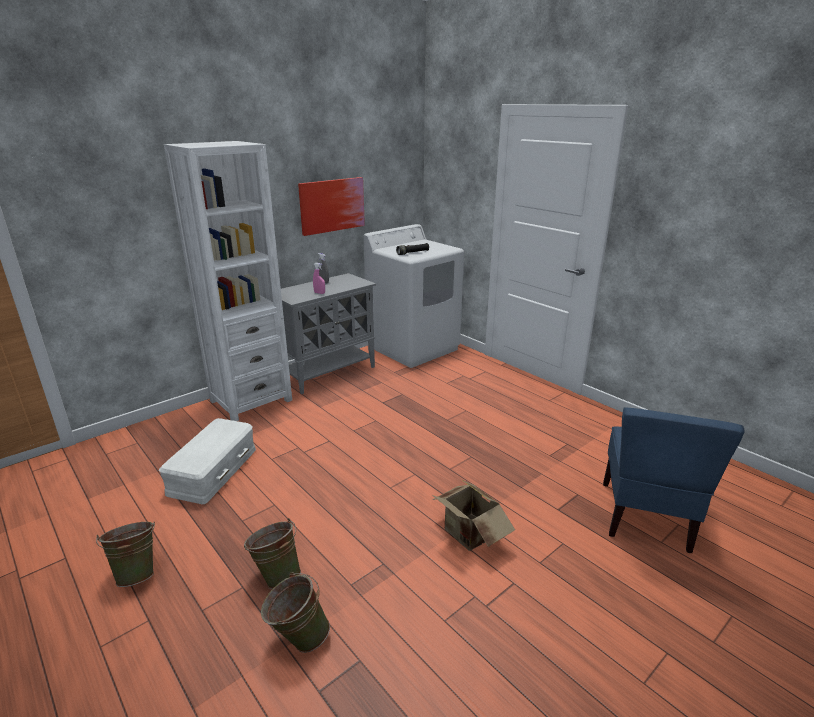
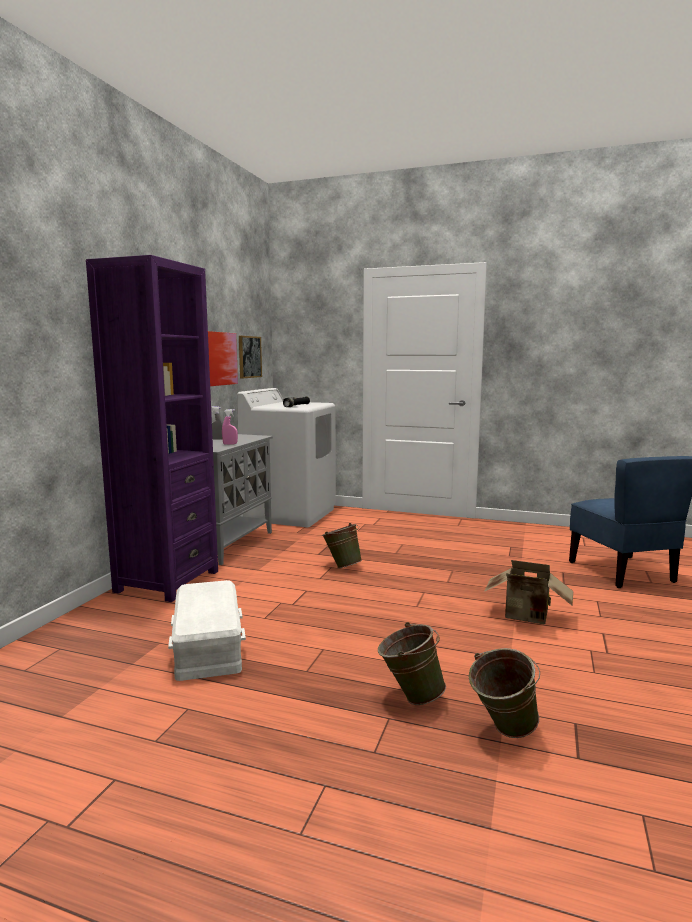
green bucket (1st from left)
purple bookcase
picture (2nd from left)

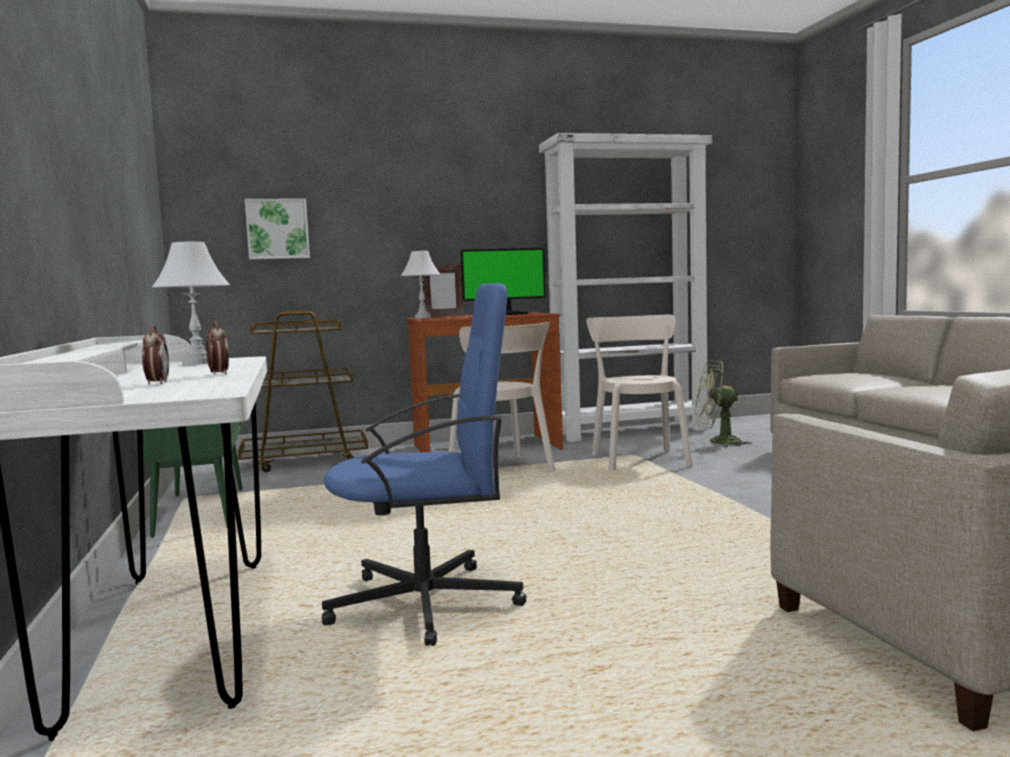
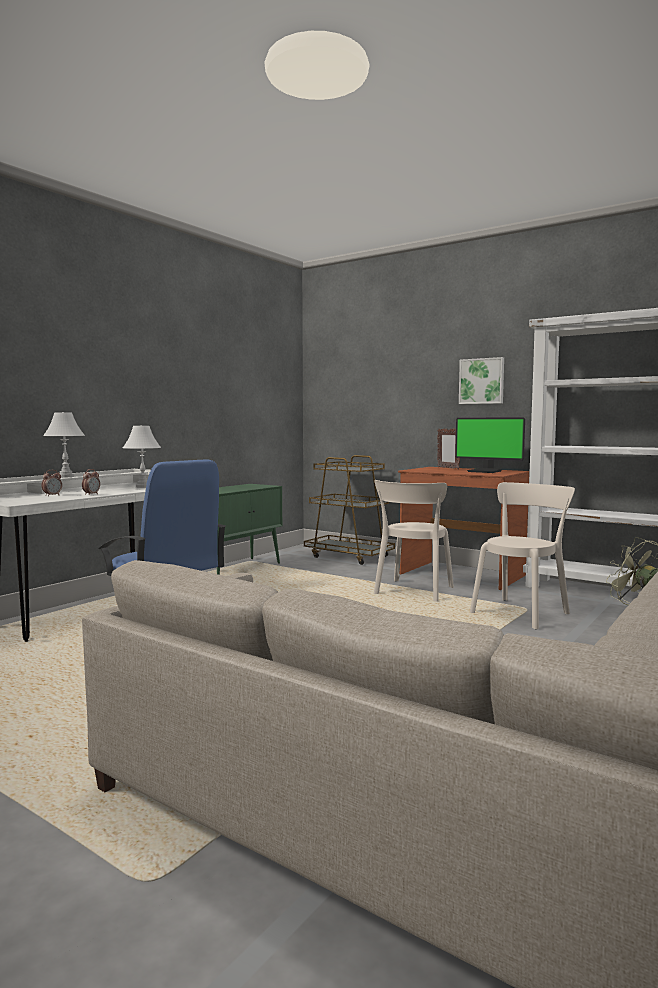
picture
white table lamp (1st from left)

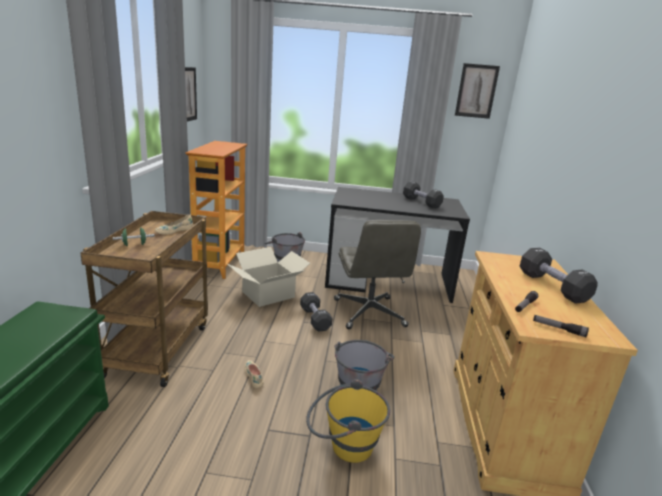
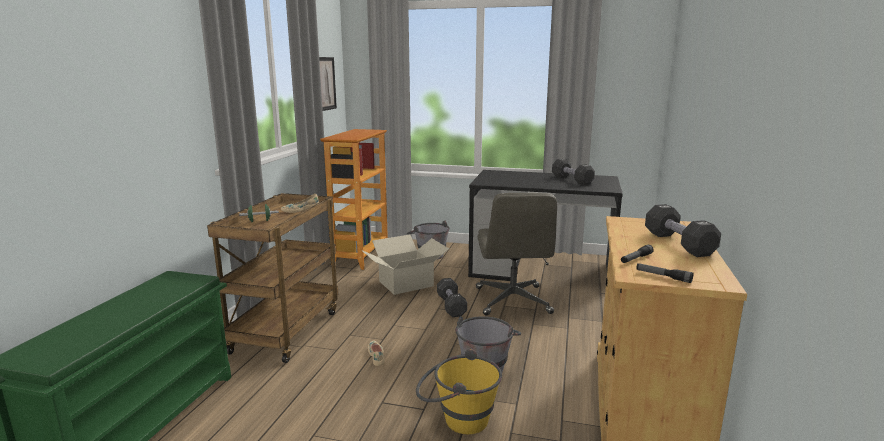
picture (2nd from left in the first image)

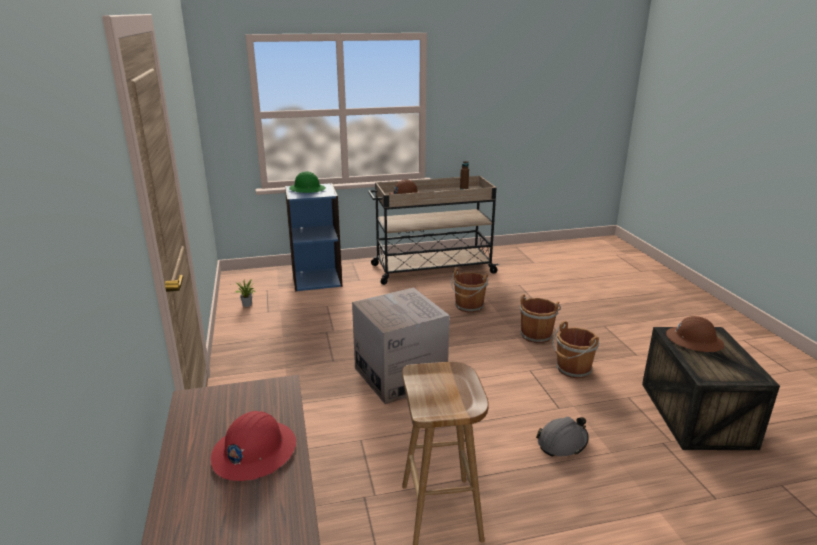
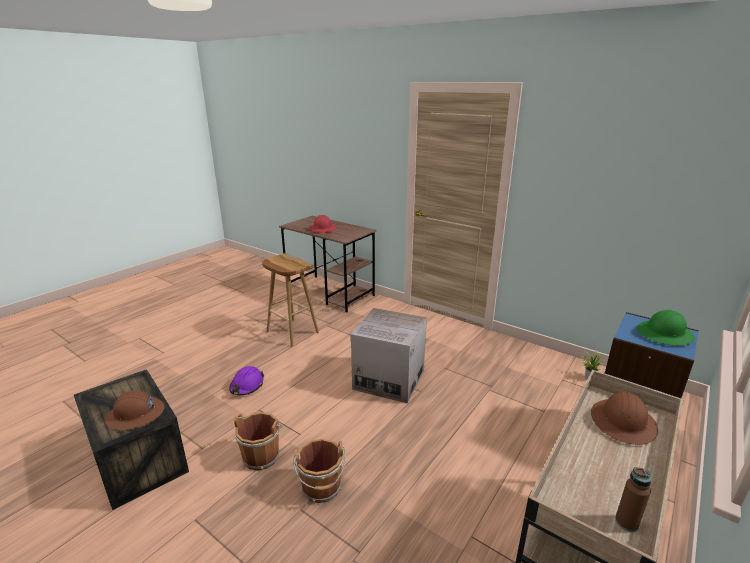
brown bucket (1st from left in the first image)
purple hard hat

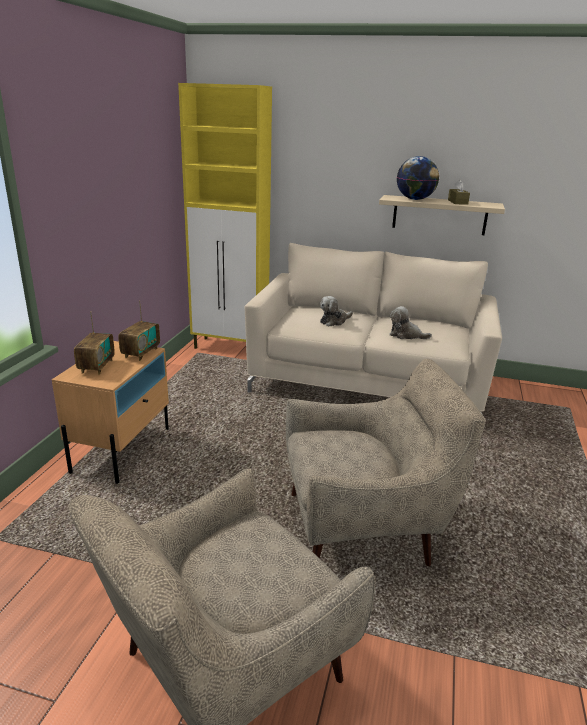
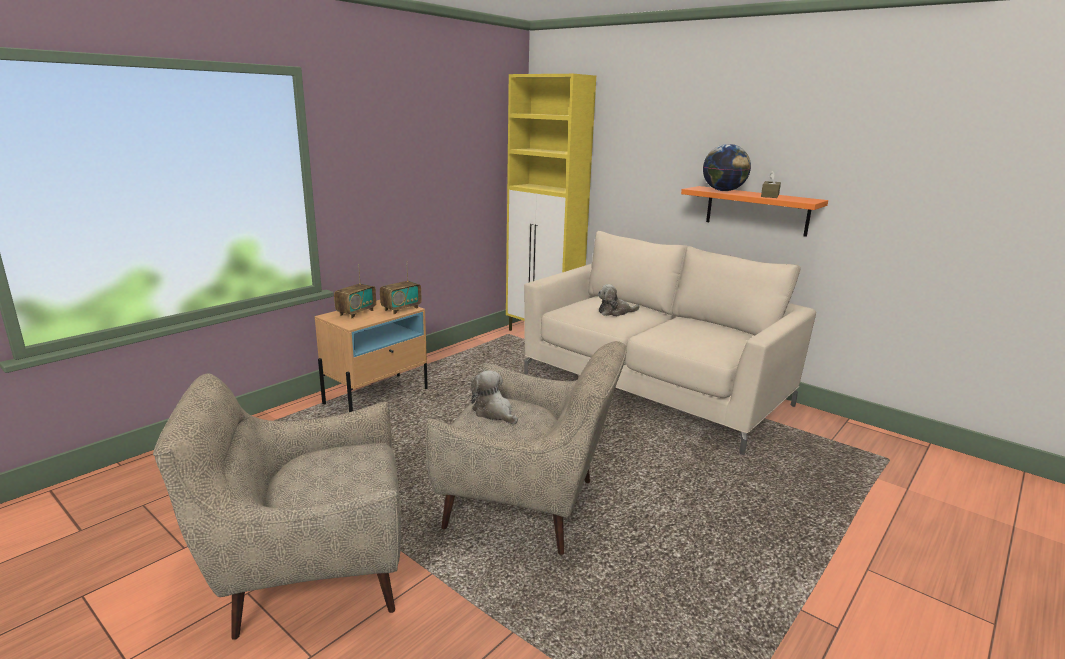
orange shelf
plush toy (1st from left)

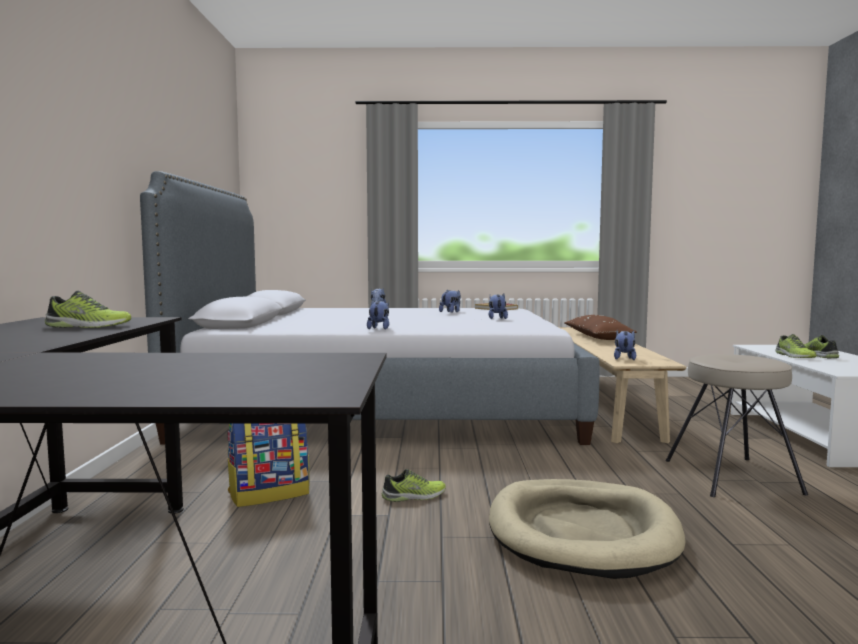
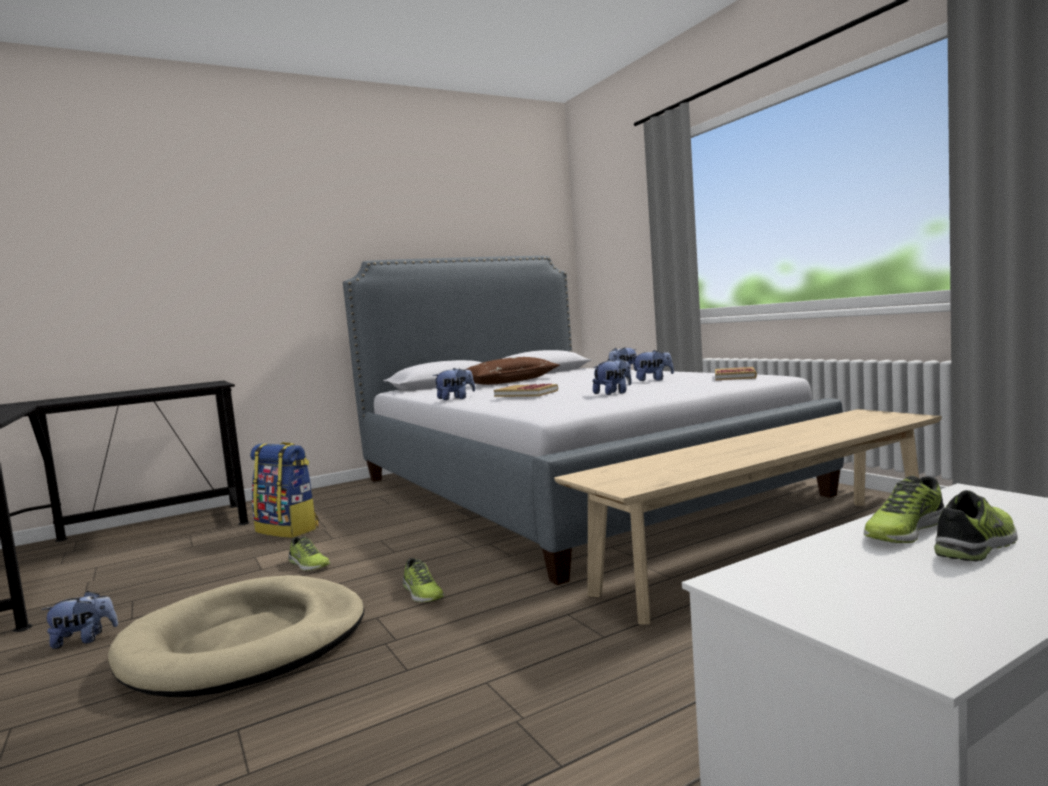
shoe (2nd from left)
brown pillow
plush toy (1st from left)
beige stool
book (1st from left)

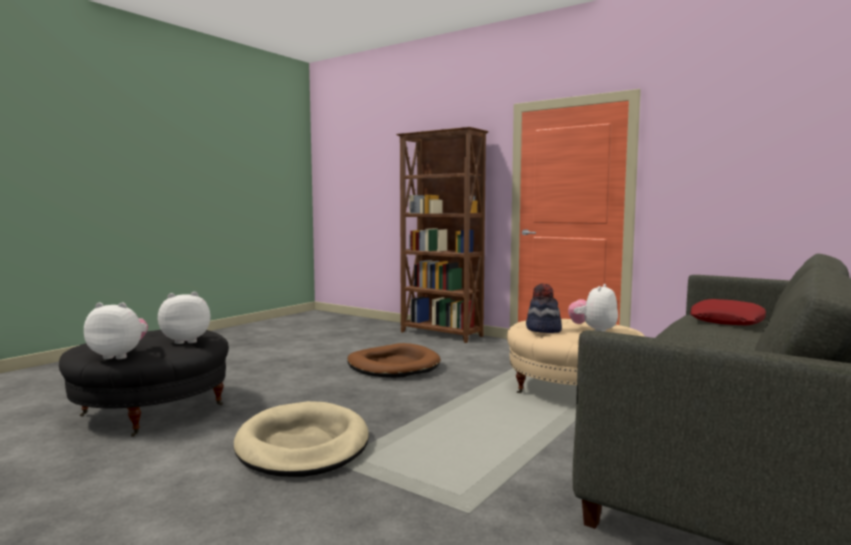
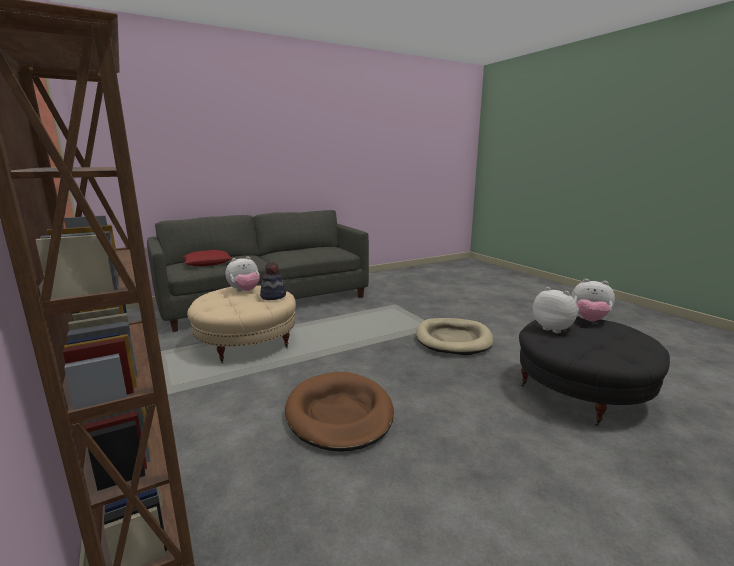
plush toy (2nd from left)

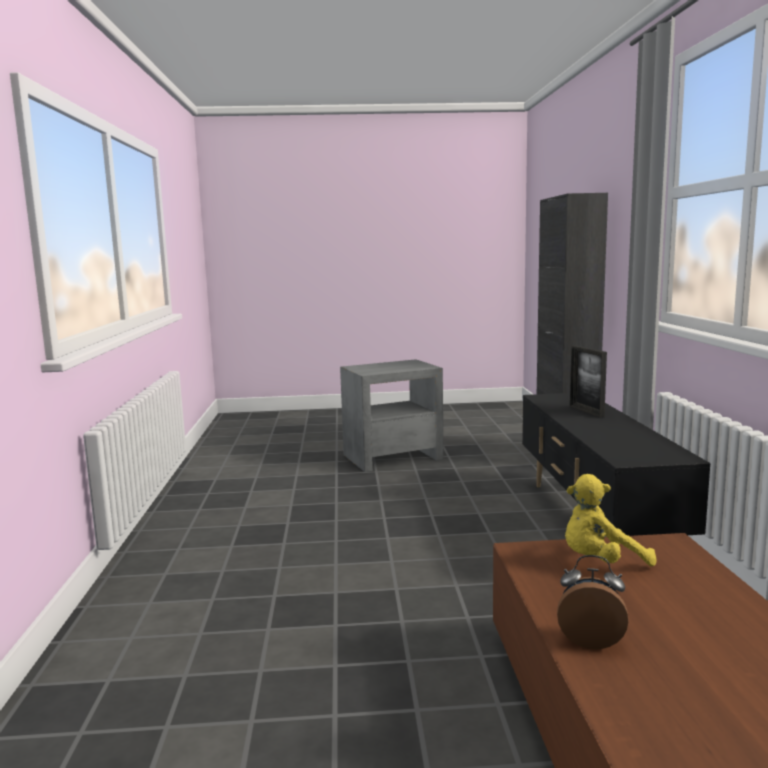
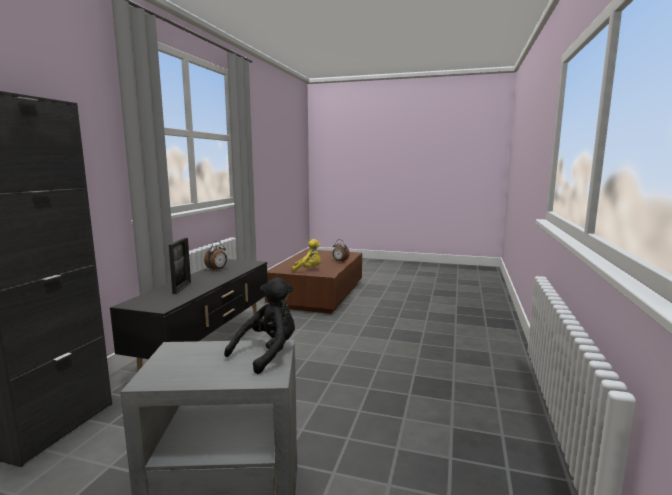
alarm clock (1st from left)
black plush toy

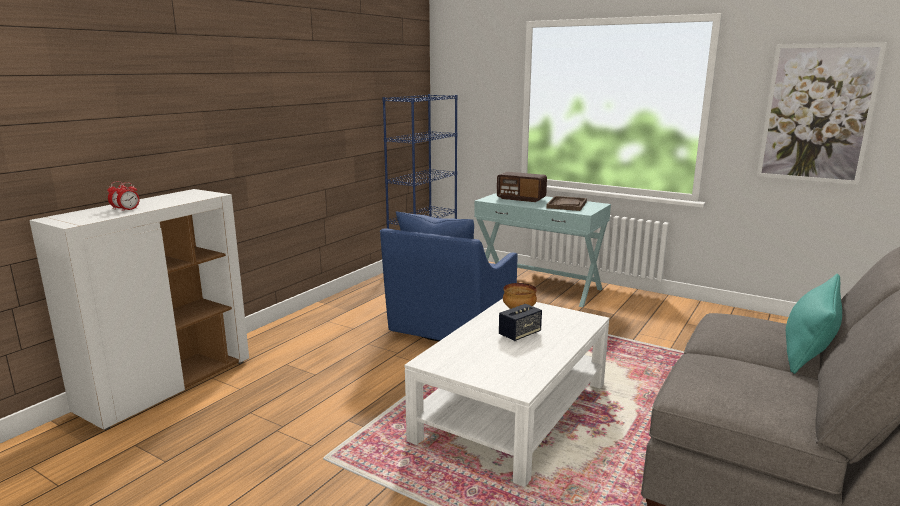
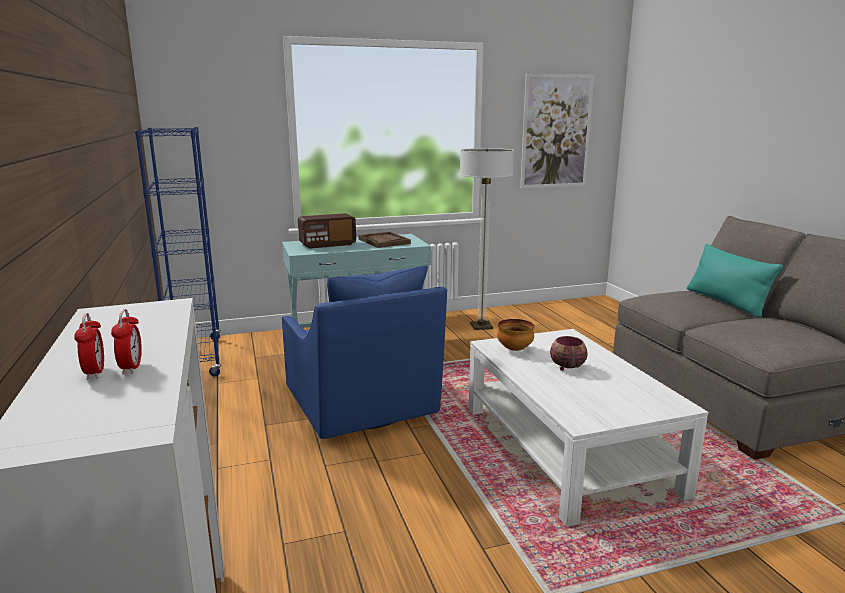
bowl (2nd from left)
floor lamp

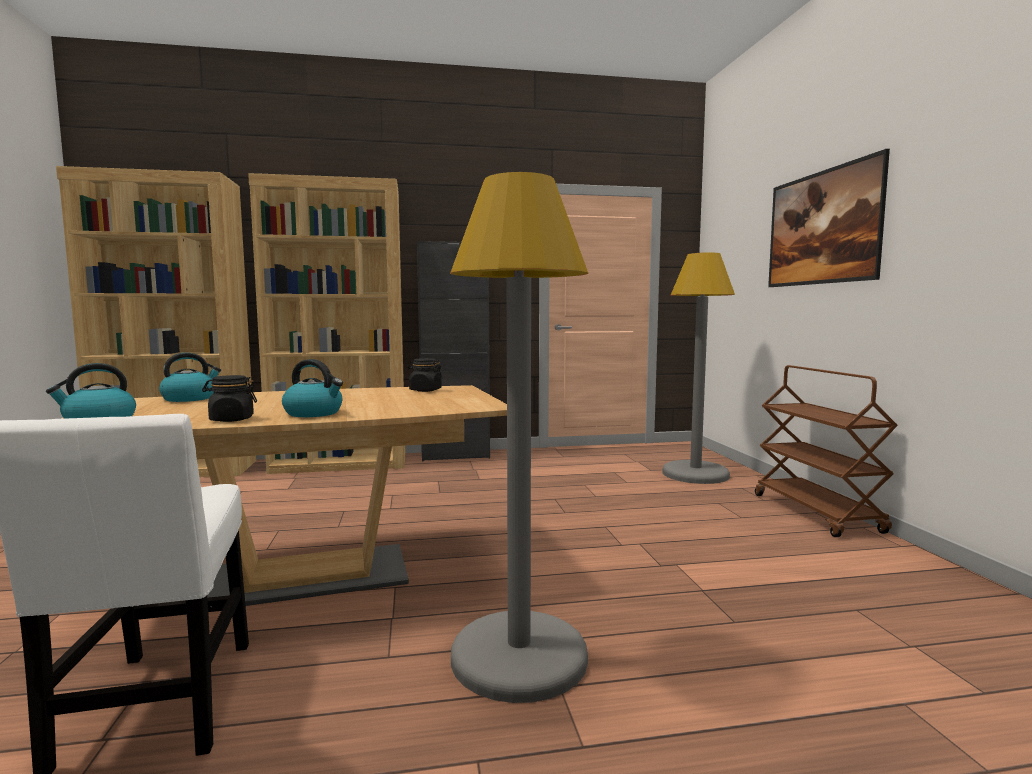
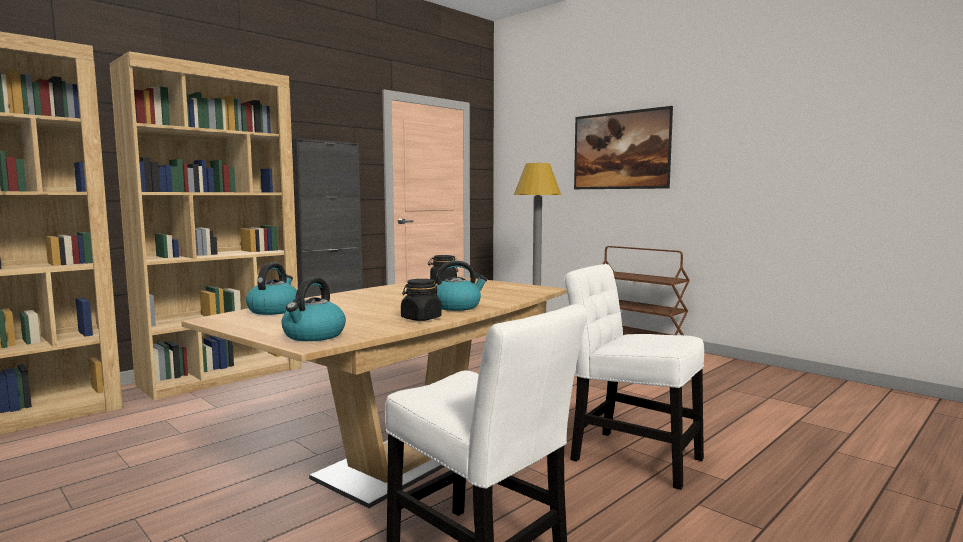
white chair (2nd from left)

